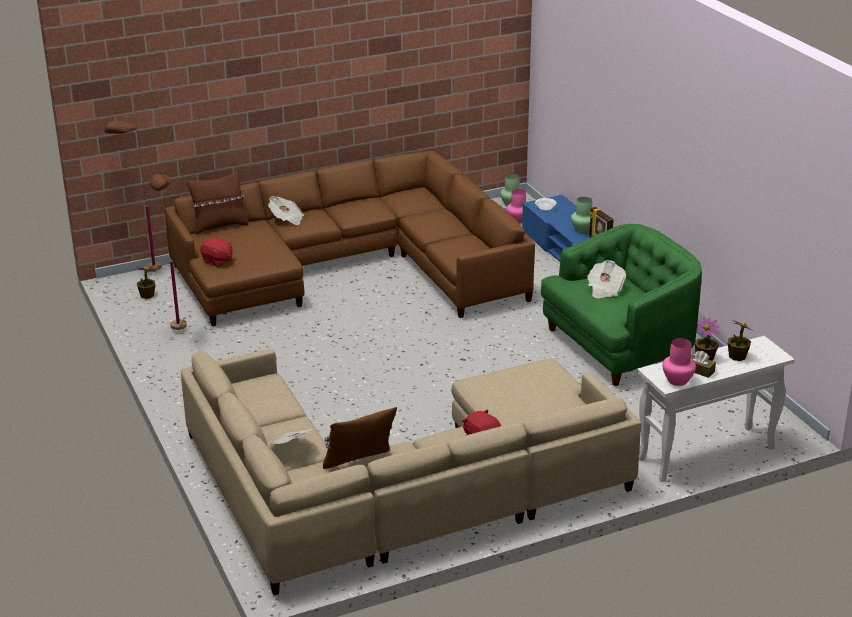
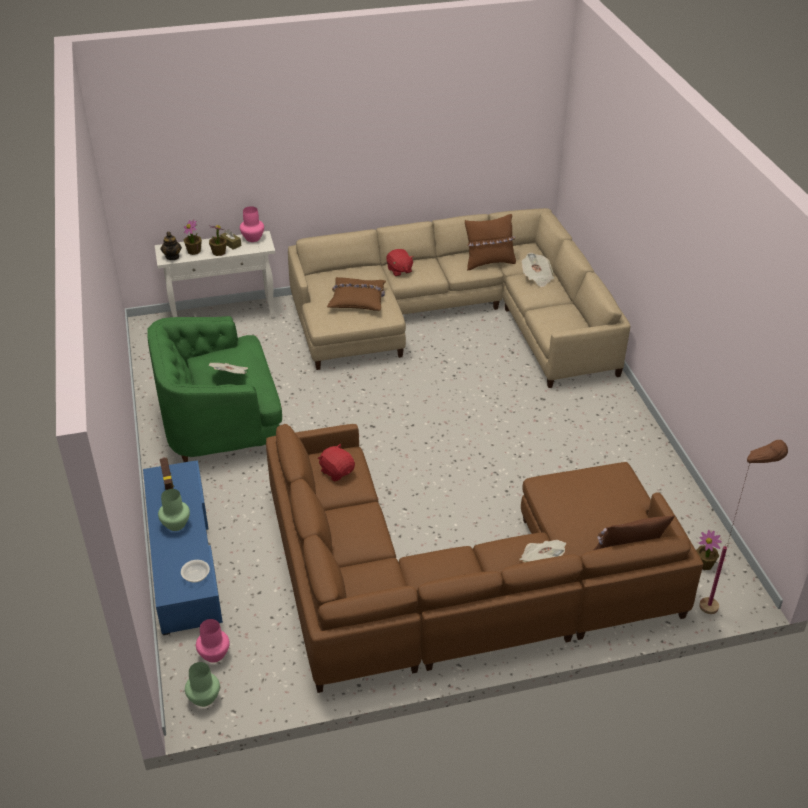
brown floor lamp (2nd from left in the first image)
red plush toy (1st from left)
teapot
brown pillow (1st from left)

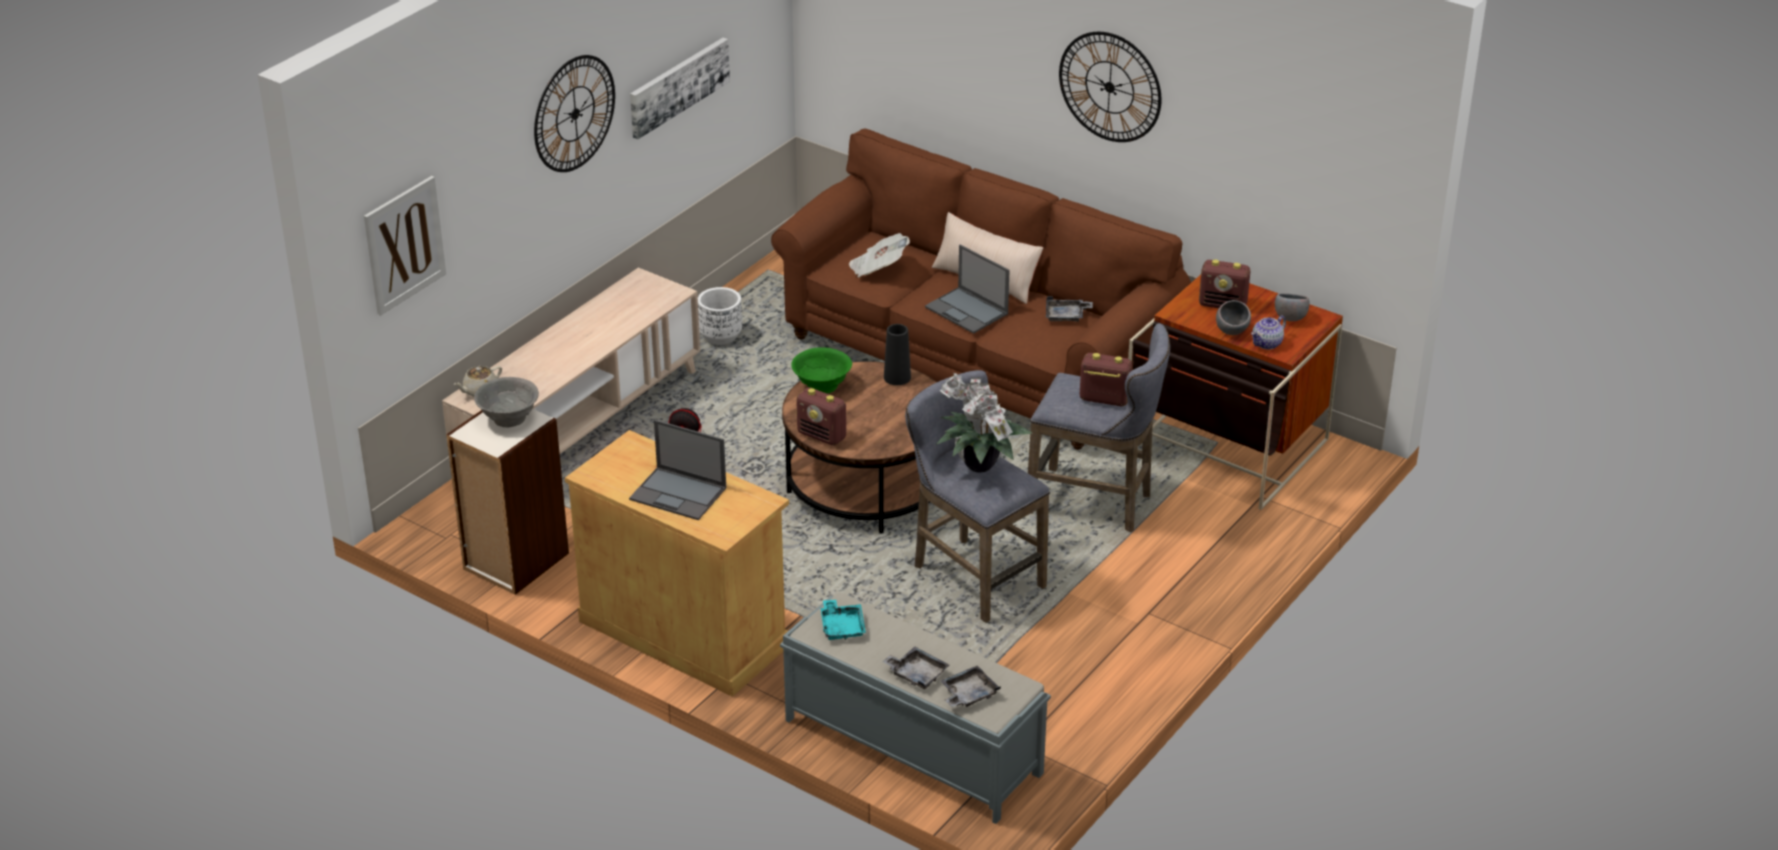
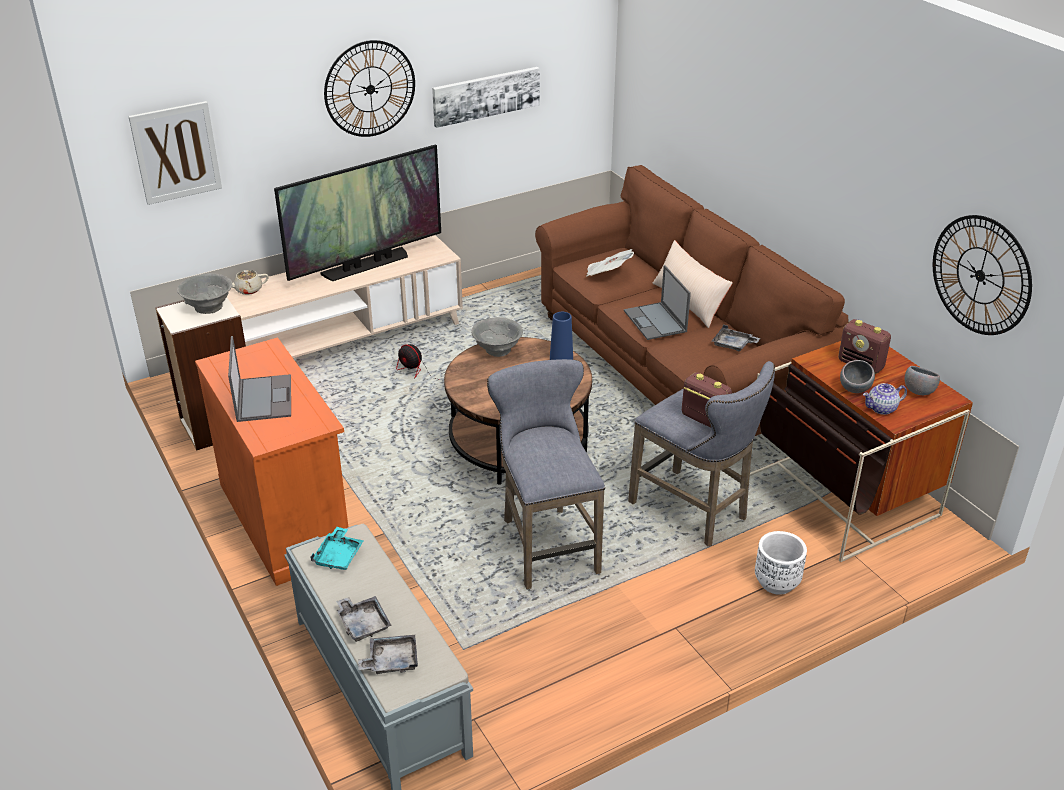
orange cabinet
laptop (1st from left)
white planter
grey bowl (2nd from left)
radio (1st from left in the first image)
blue vase
potted plant
wall clock (2nd from left)
television

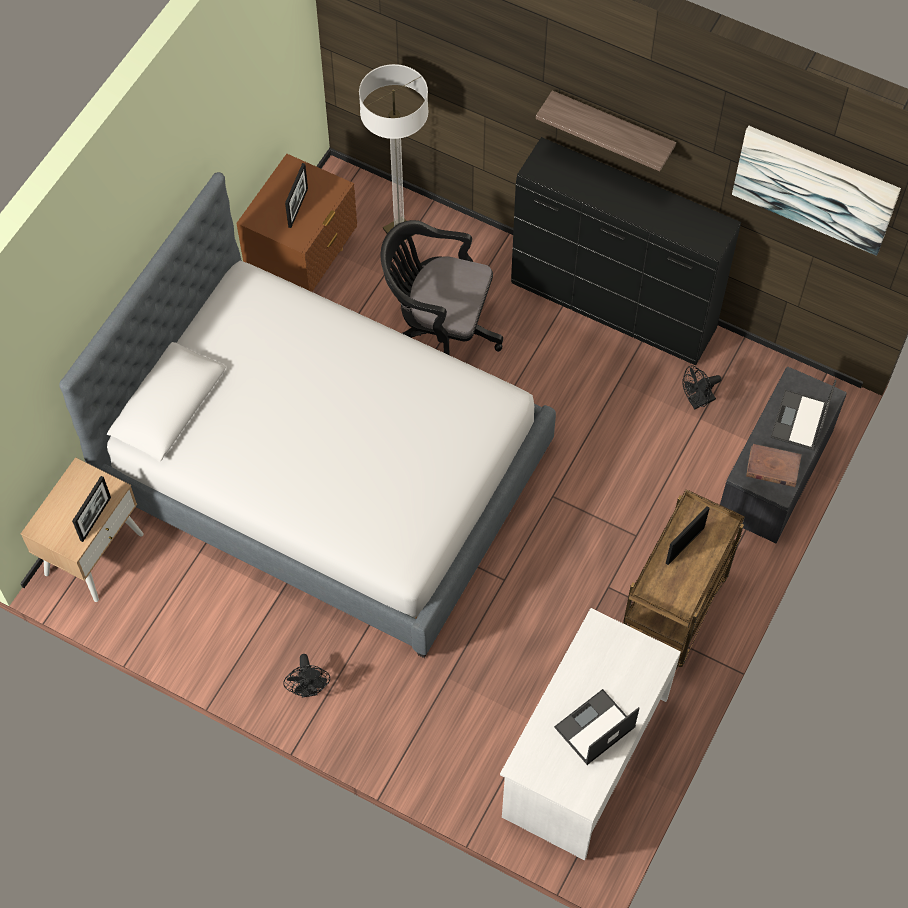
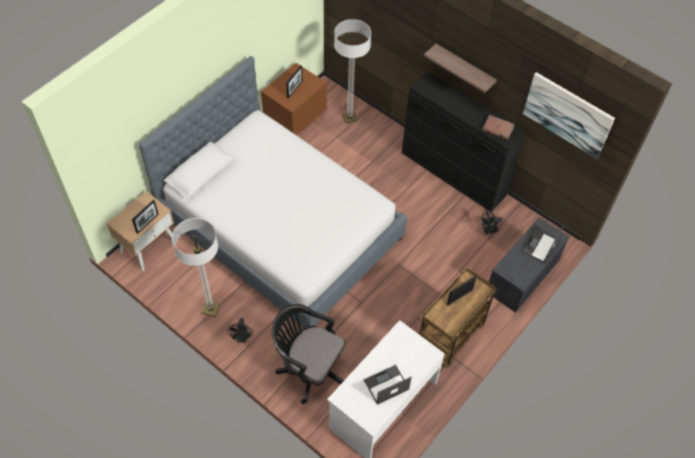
black office chair
brown book
floor lamp (1st from left)

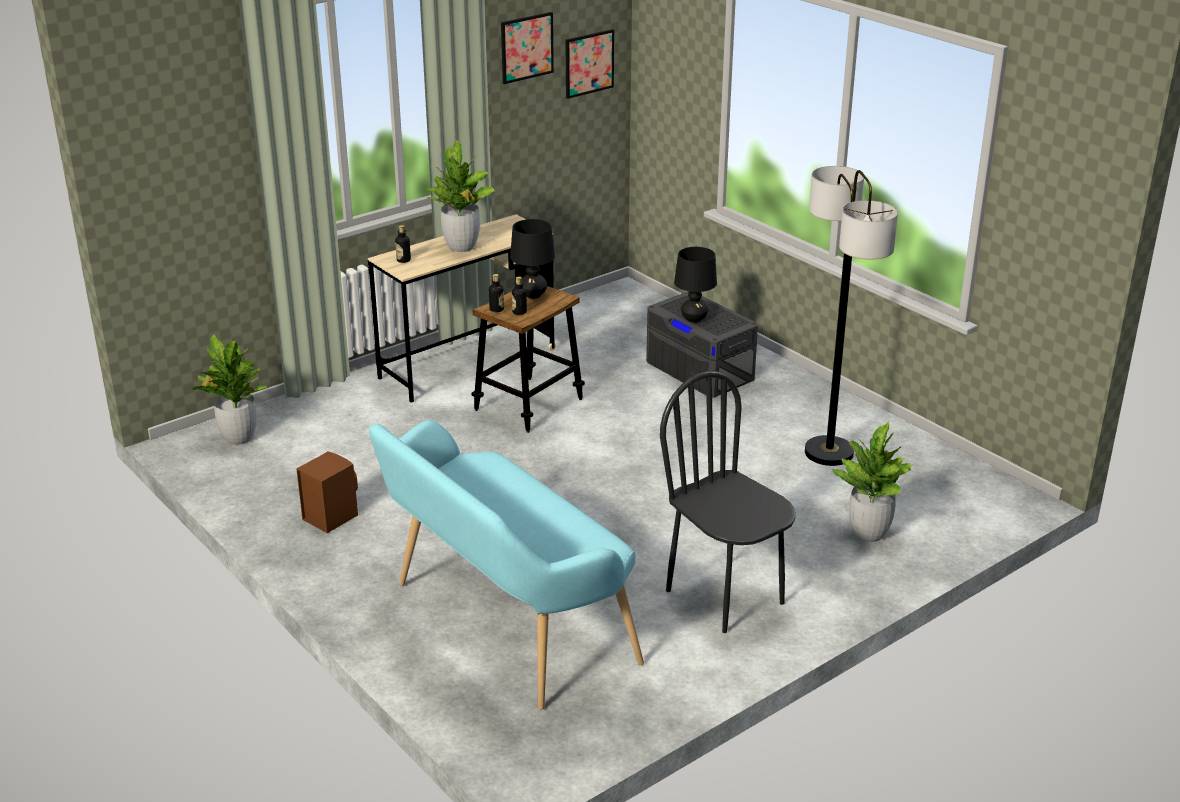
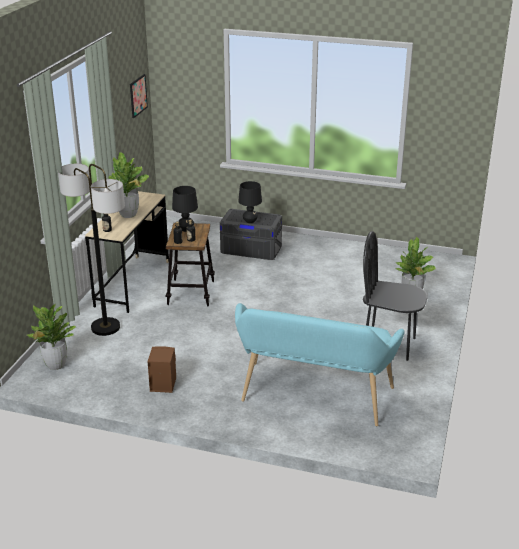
picture (1st from left in the first image)
floor lamp

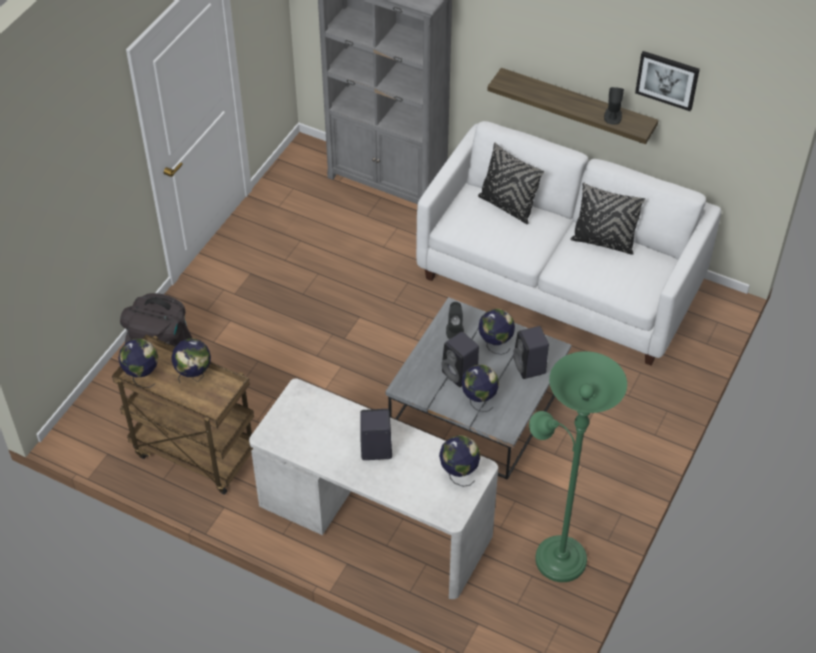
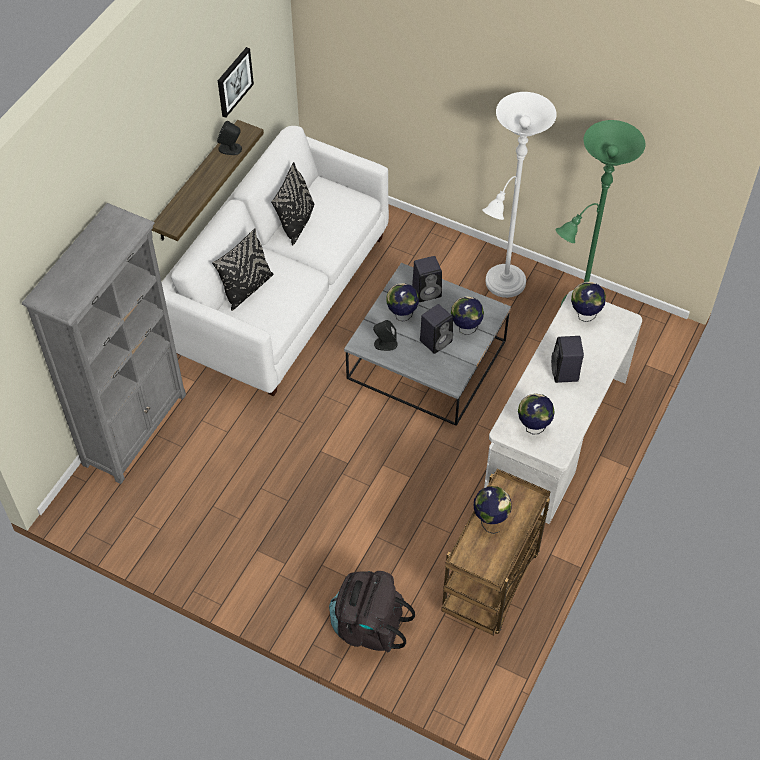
globe (4th from left)
white floor lamp

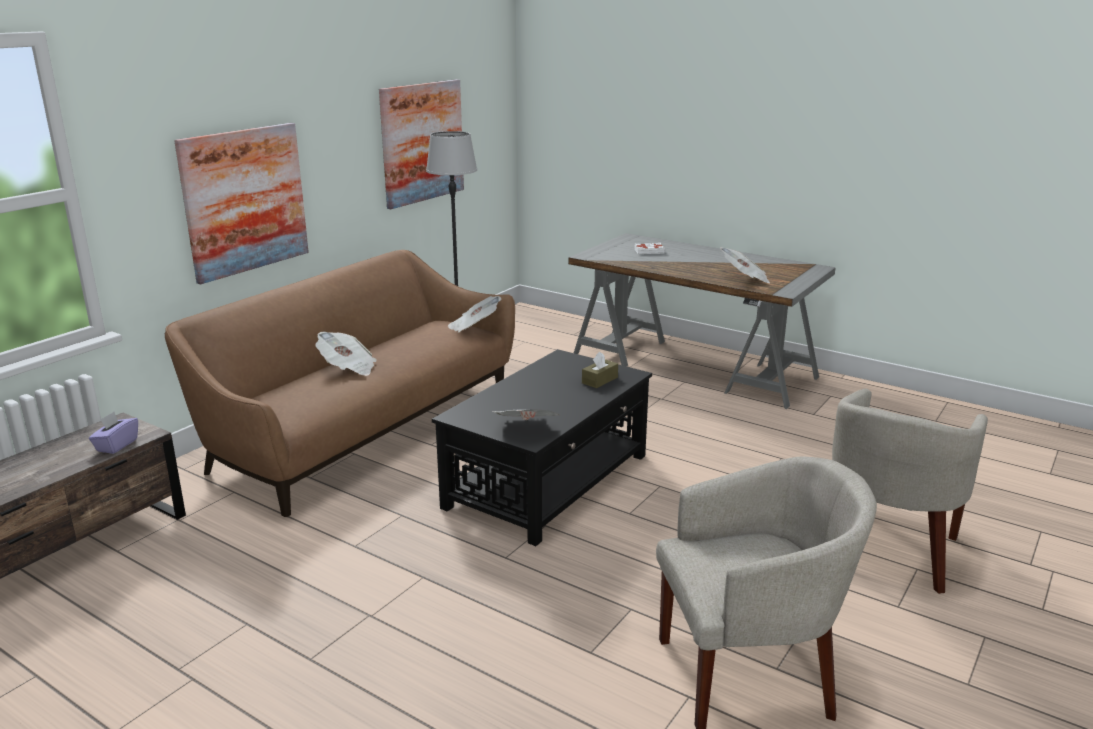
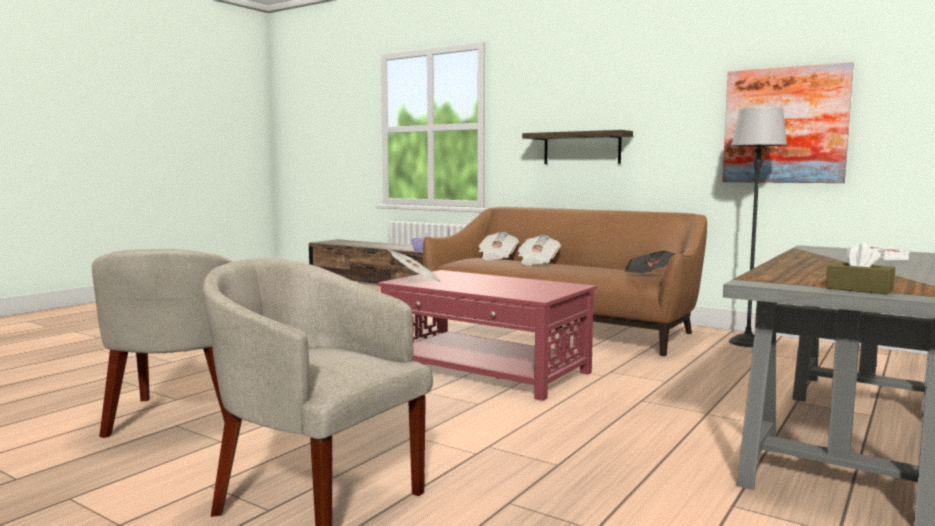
shelf
red coffee table
brown tissue box
newspaper (2nd from left)

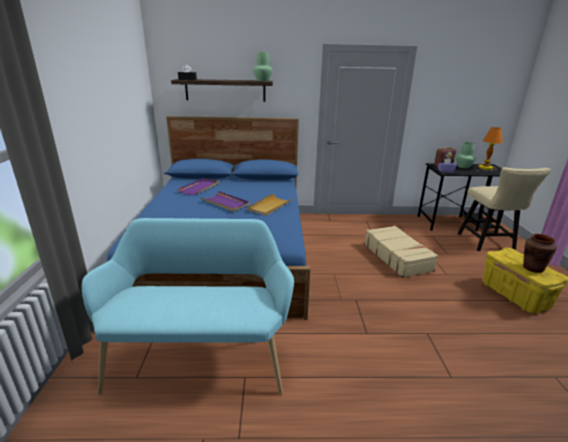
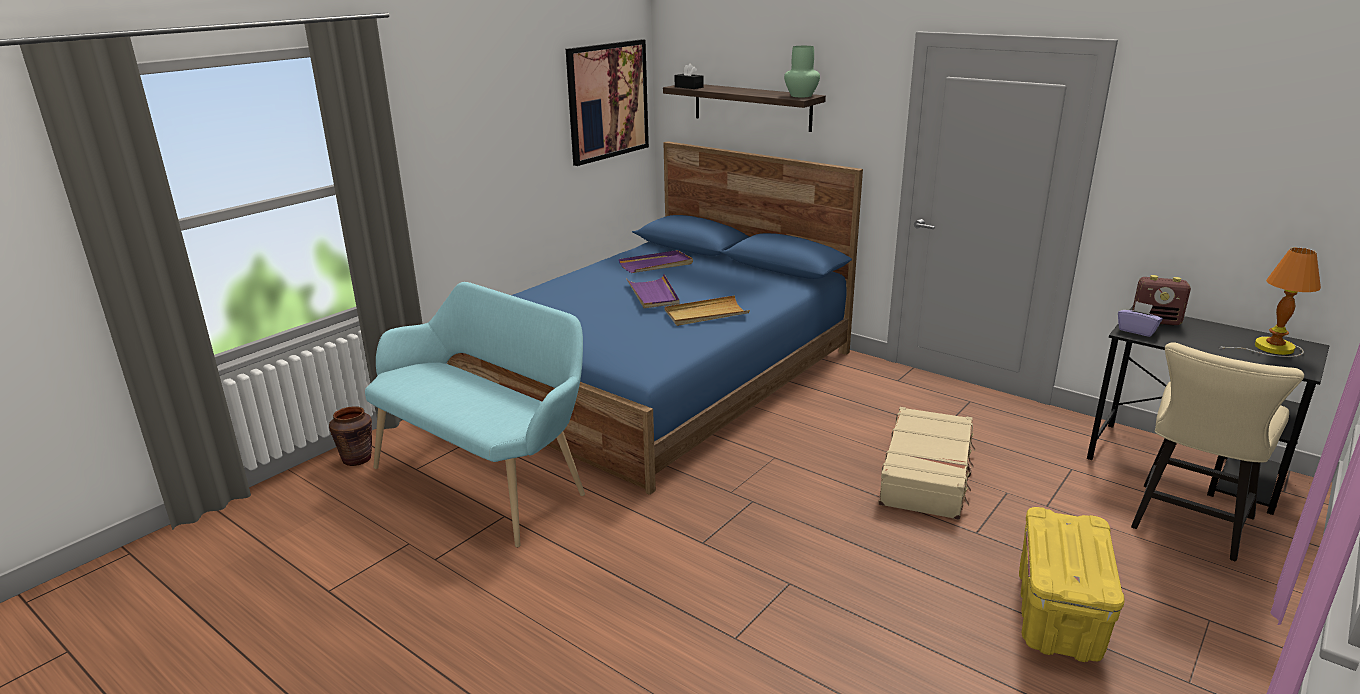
green vase (2nd from left in the first image)
brown vase
picture

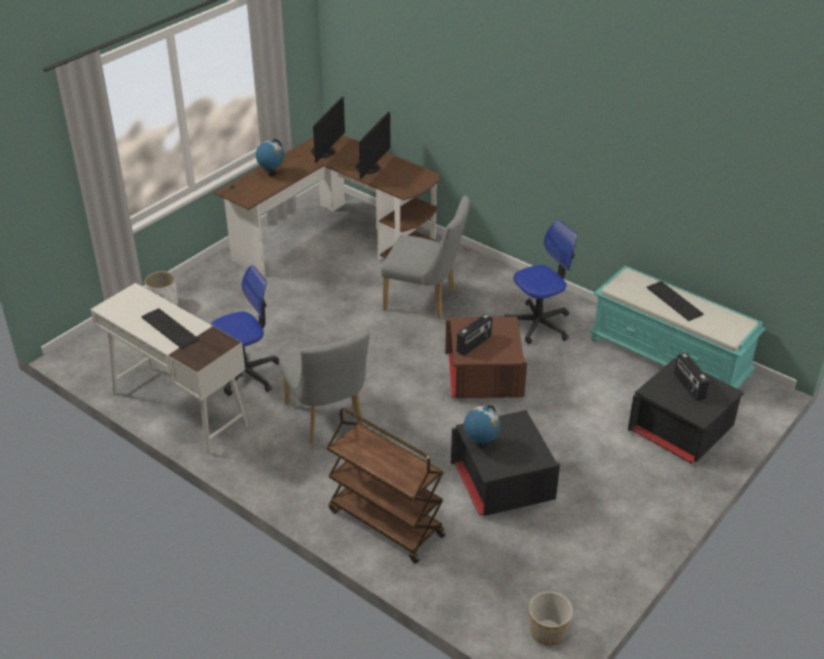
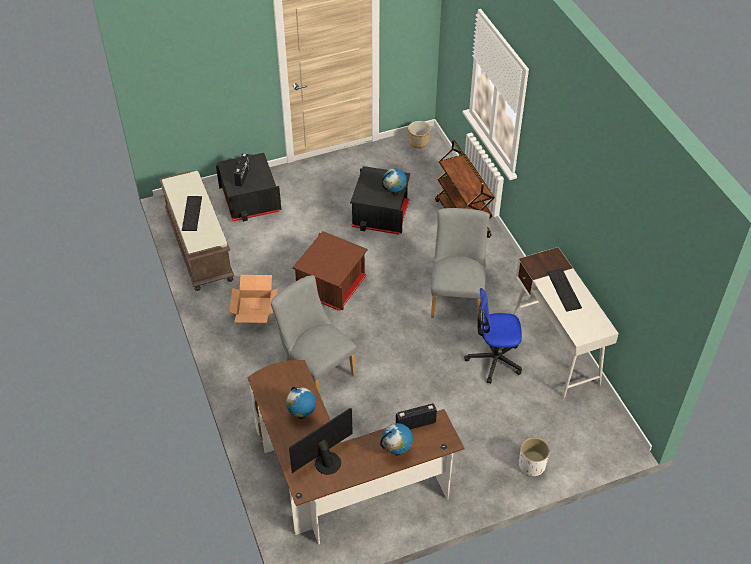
globe (1st from left)
radio (2nd from left)
cardboard box
brown bench

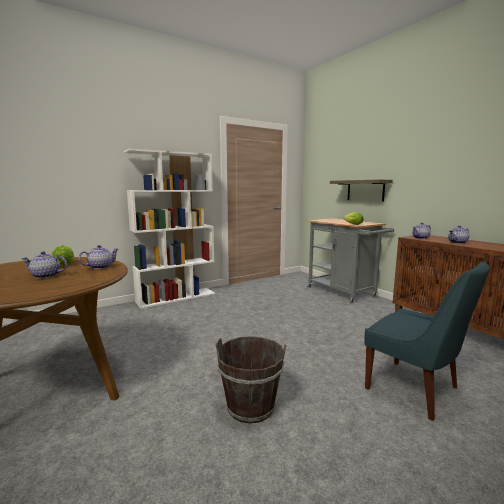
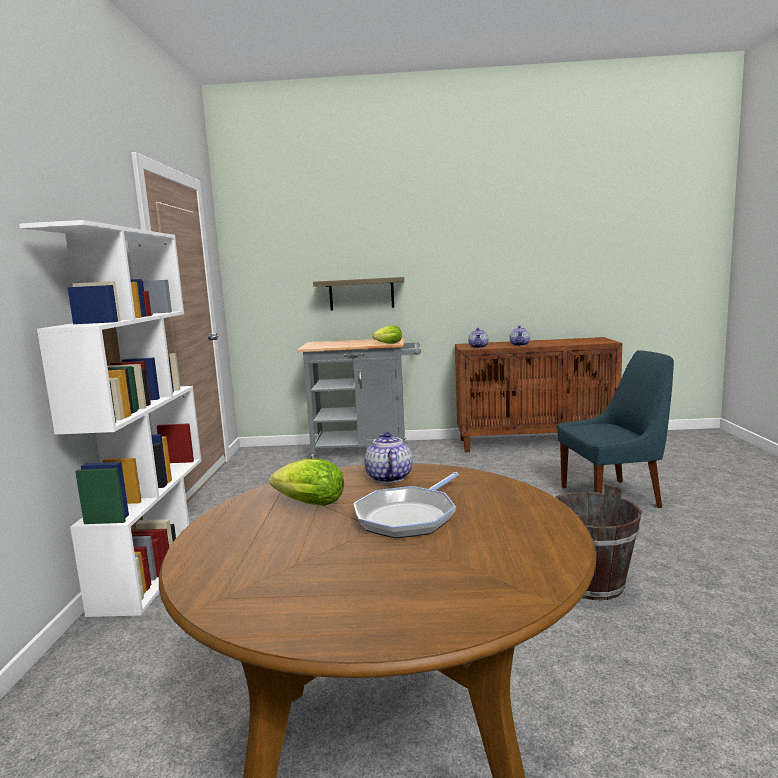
frying pan

